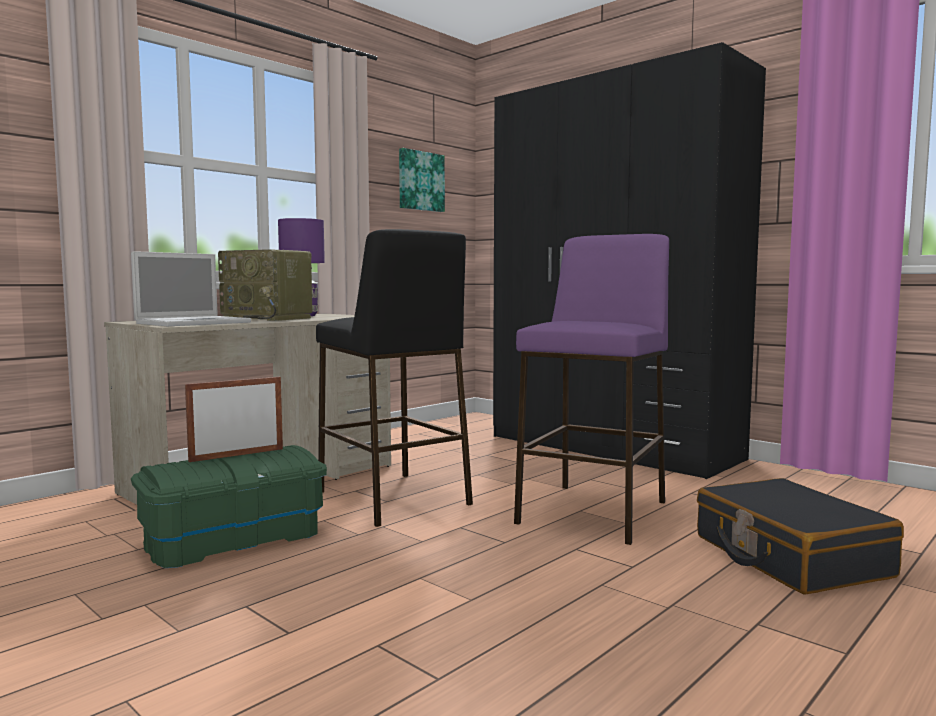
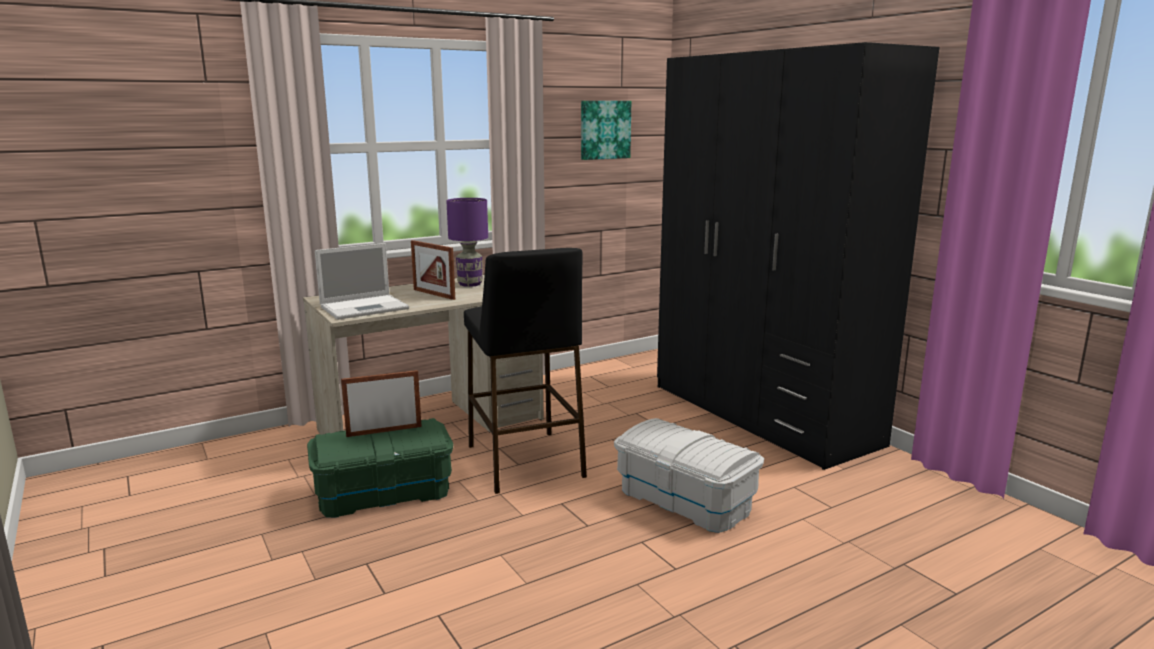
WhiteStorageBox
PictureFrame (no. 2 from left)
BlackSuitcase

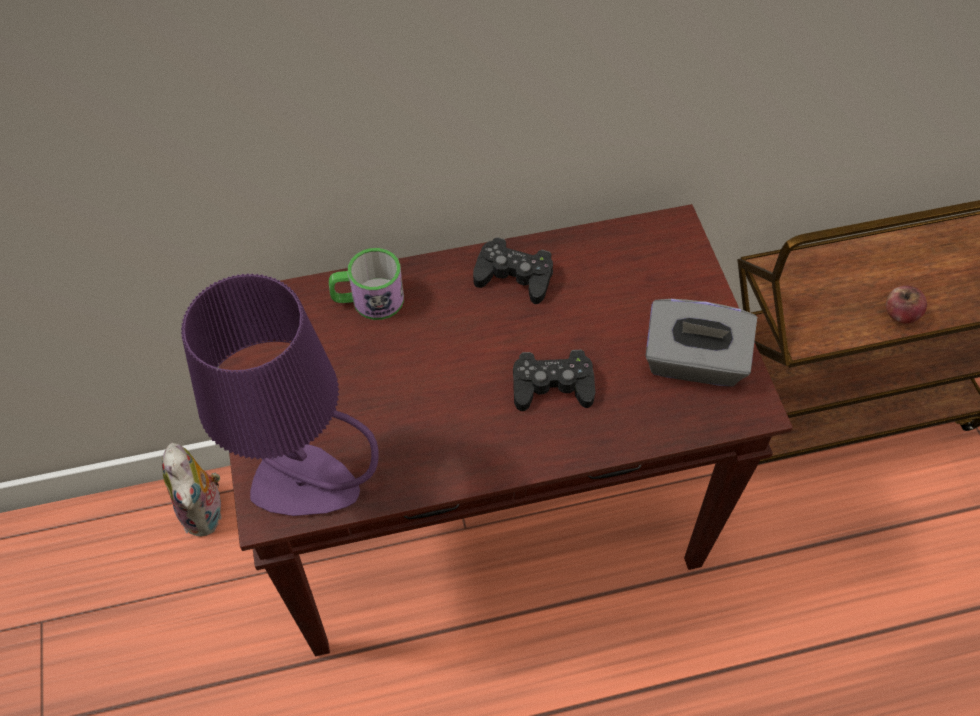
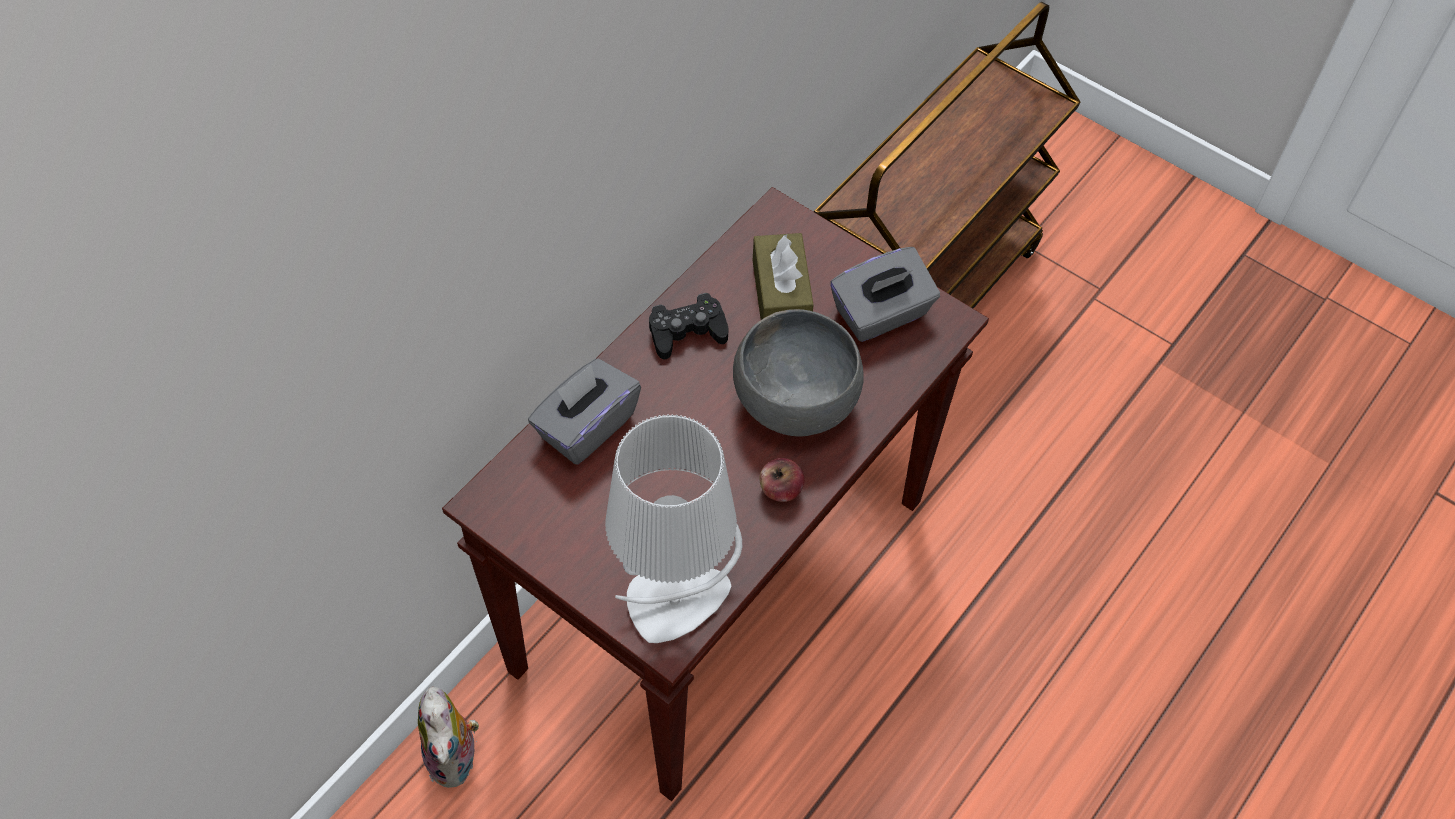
GreyTissueBox (no. 1 from left)
GreyTableLamp
Apple
GreyBowl
PlushToy
BrownTissueBox

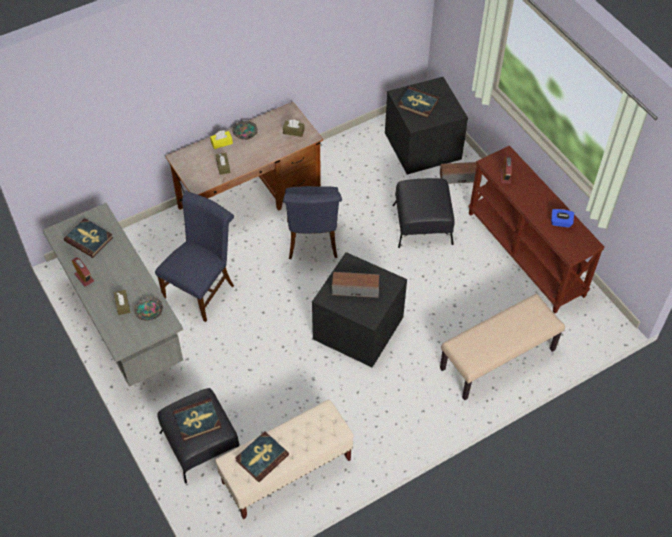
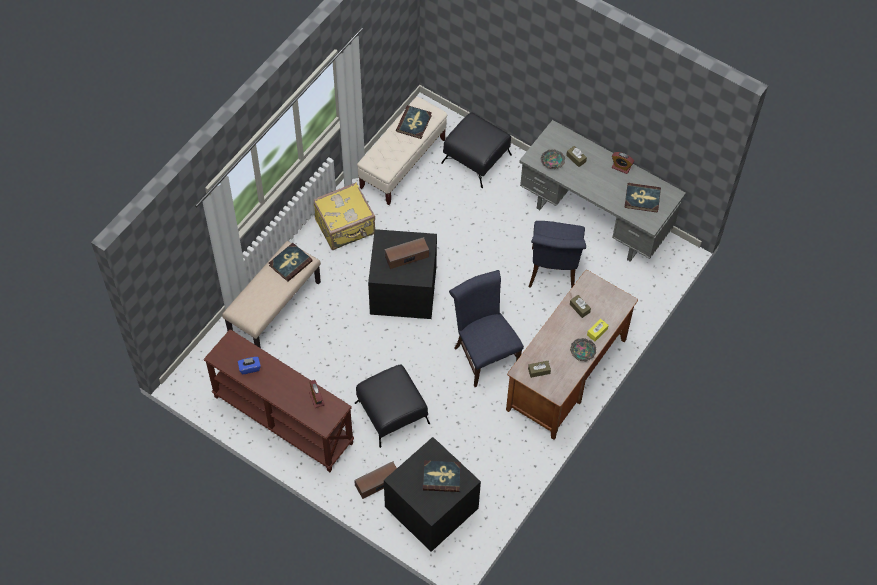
Book (no. 1 from left)
YellowSuitcase

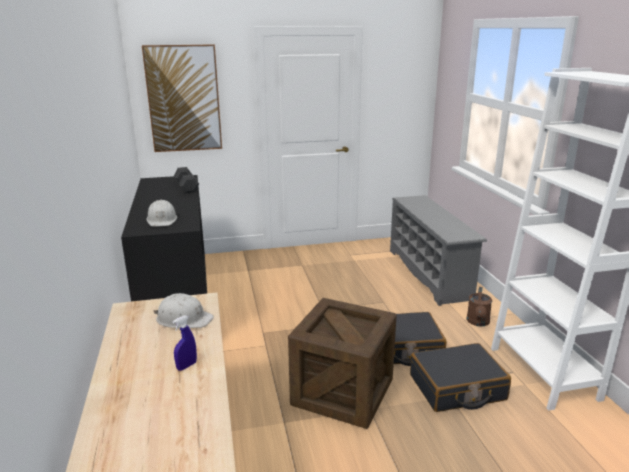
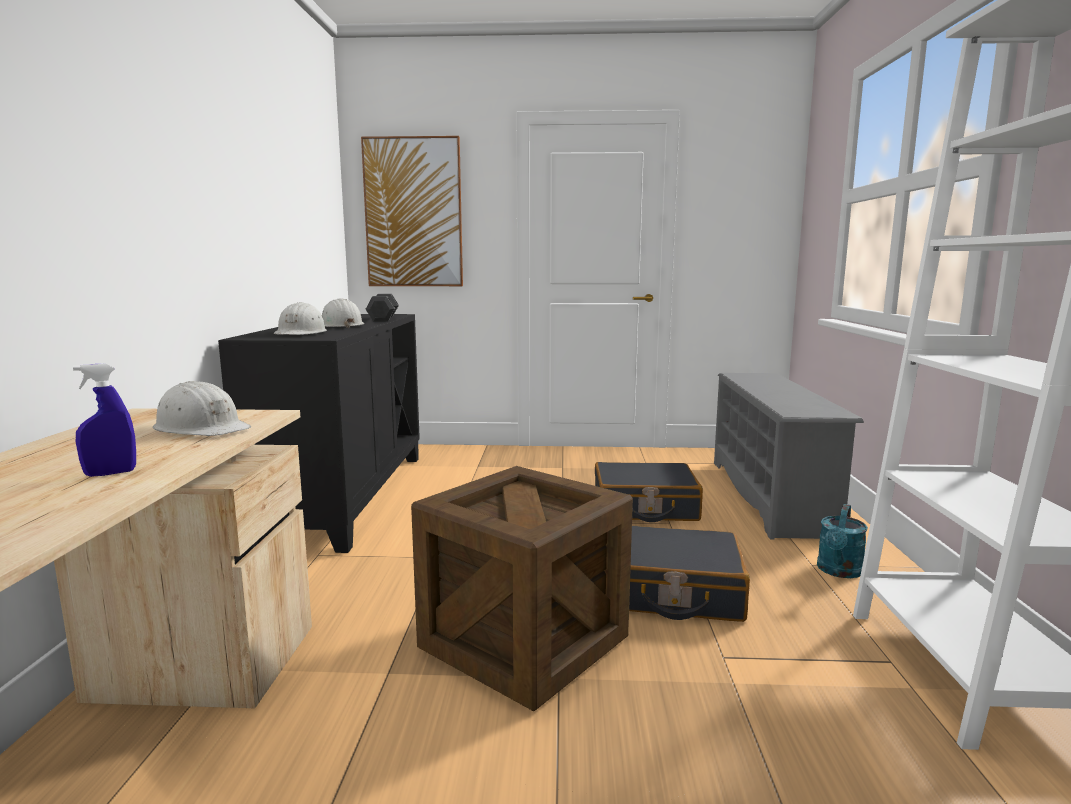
TurquoiseWateringCan
BlackSuitcase (no. 1 from left)
WhiteHardHat (no. 3 from left)

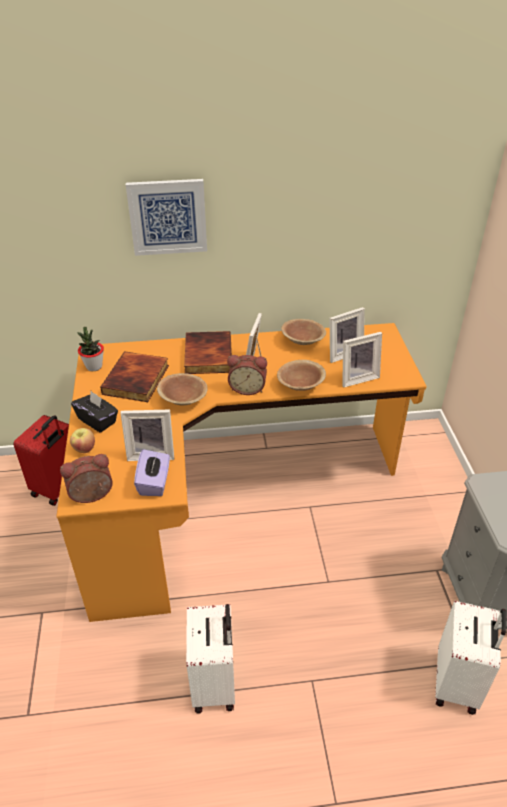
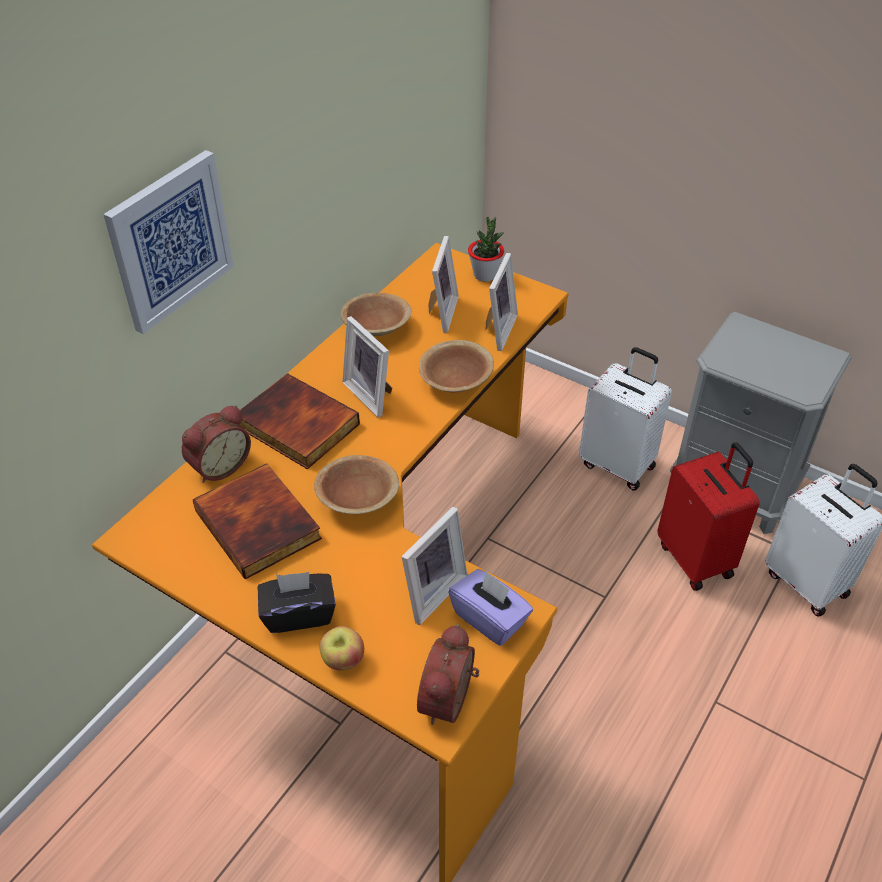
PottedPlant
AlarmClock (no. 1 from left)
RedSuitcase
WhiteSuitcase (no. 1 from left)

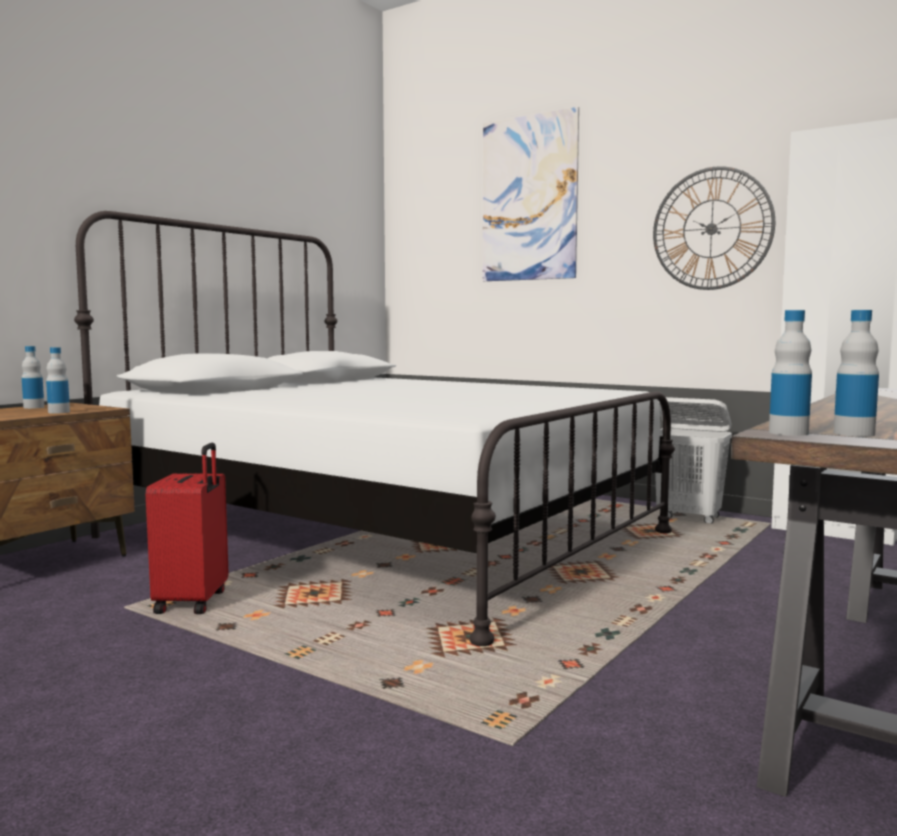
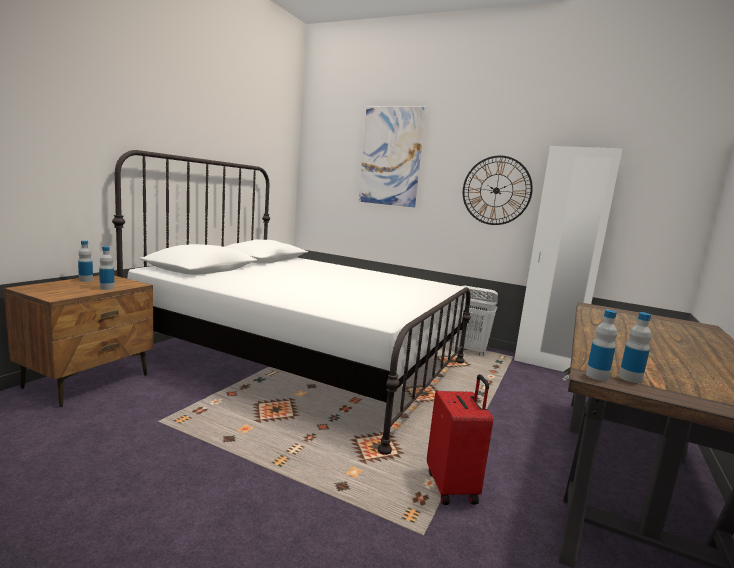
RedSuitcase

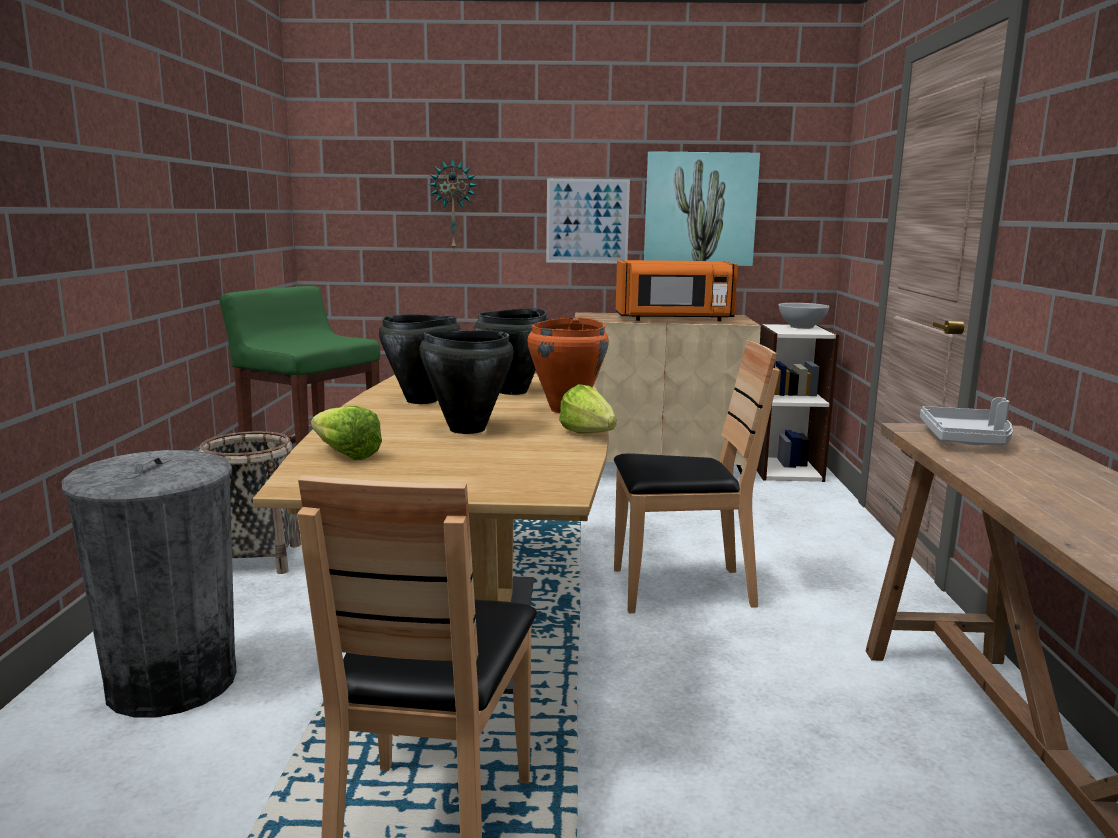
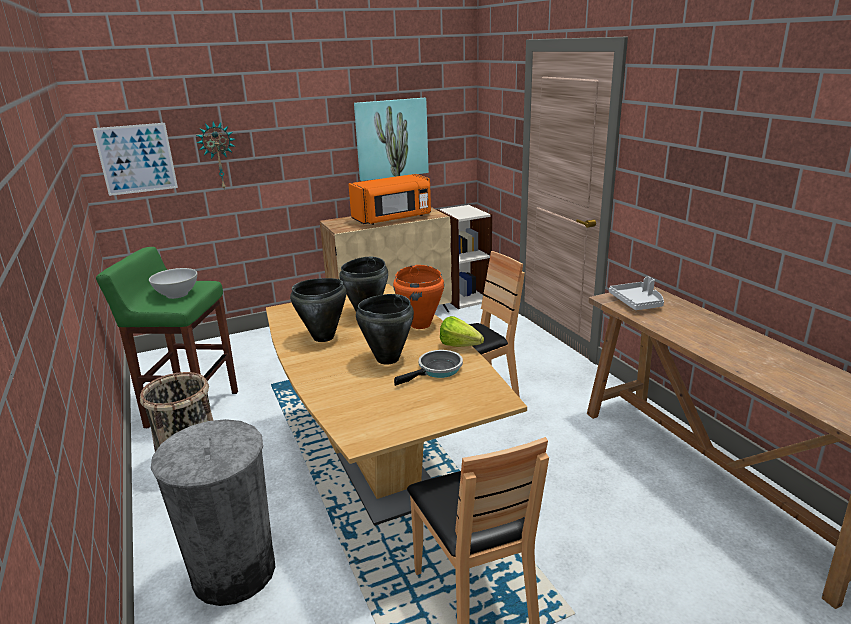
Picture (no. 1 from left)
WhiteBowl
Lettuce (no. 1 from left in the first image)
FryingPan

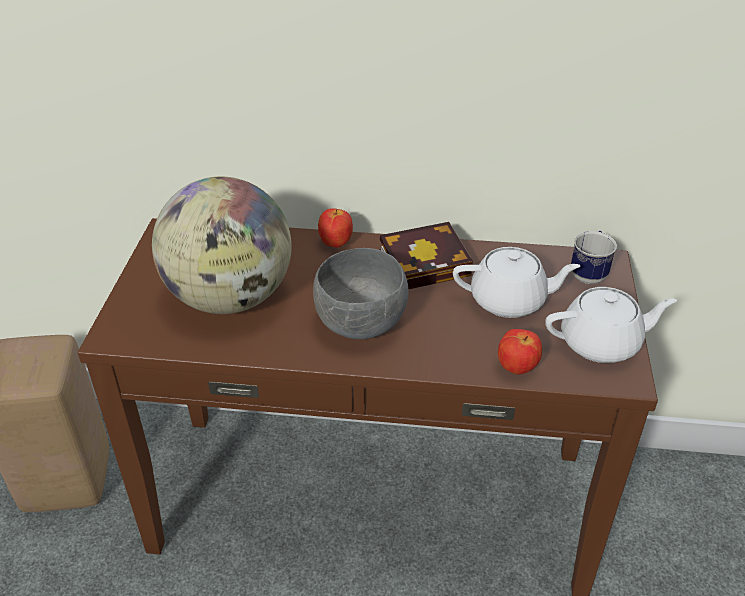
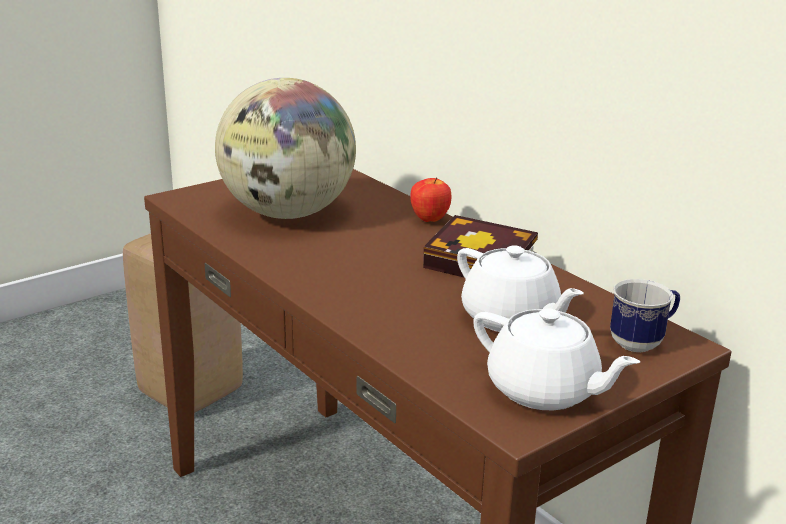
GreyBowl
Apple (no. 2 from left in the first image)

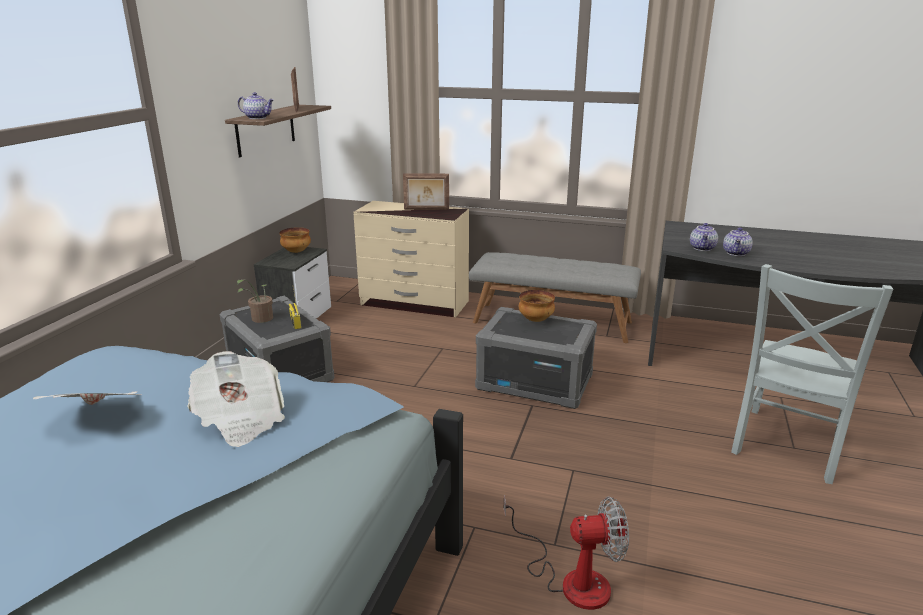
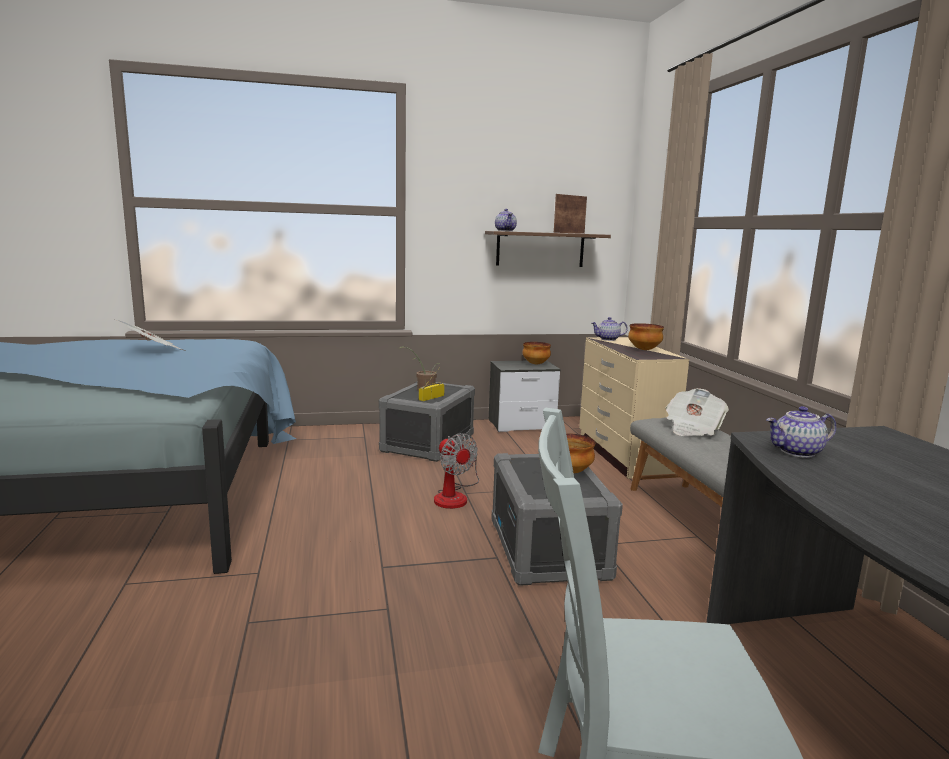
Bowl (no. 3 from left)
Teapot (no. 2 from left)
Newspaper (no. 2 from left)
Fan

